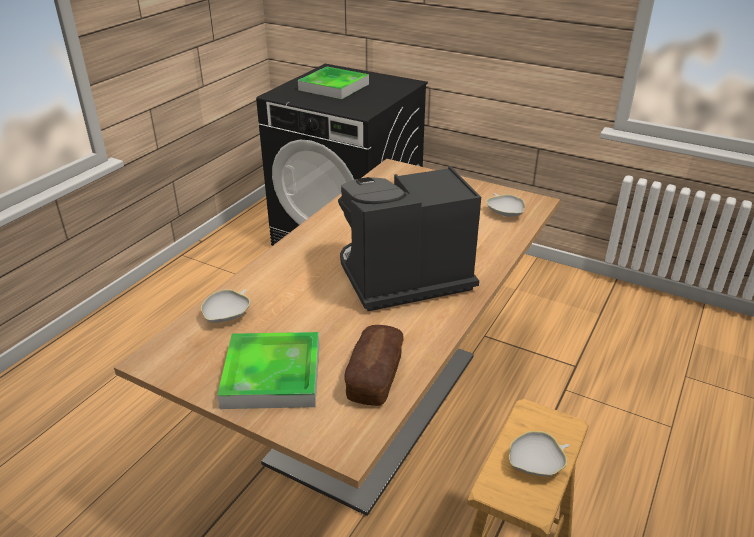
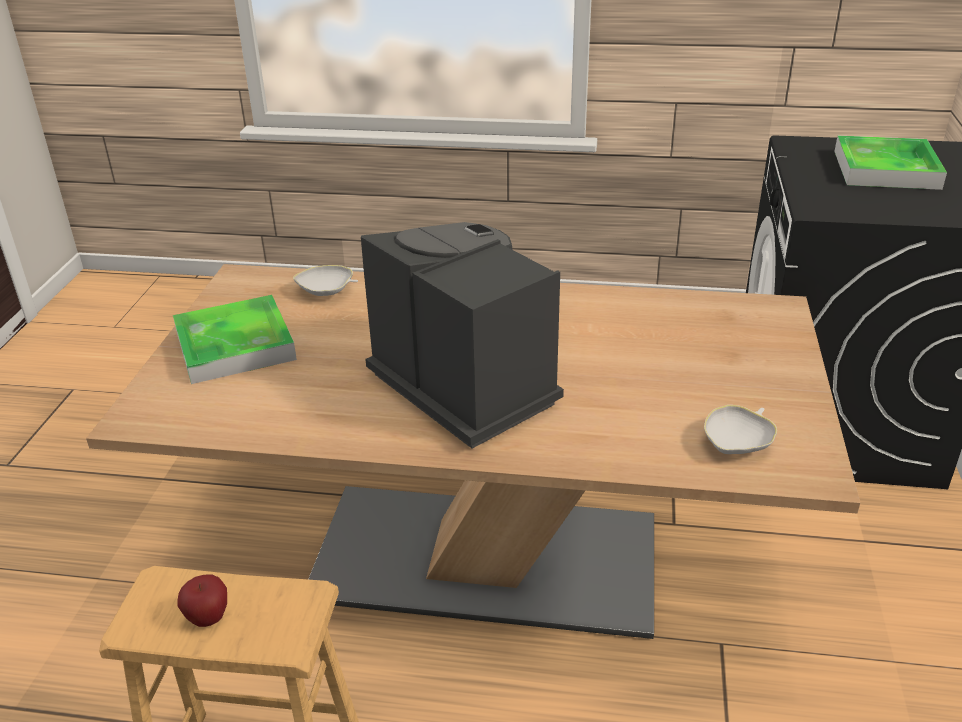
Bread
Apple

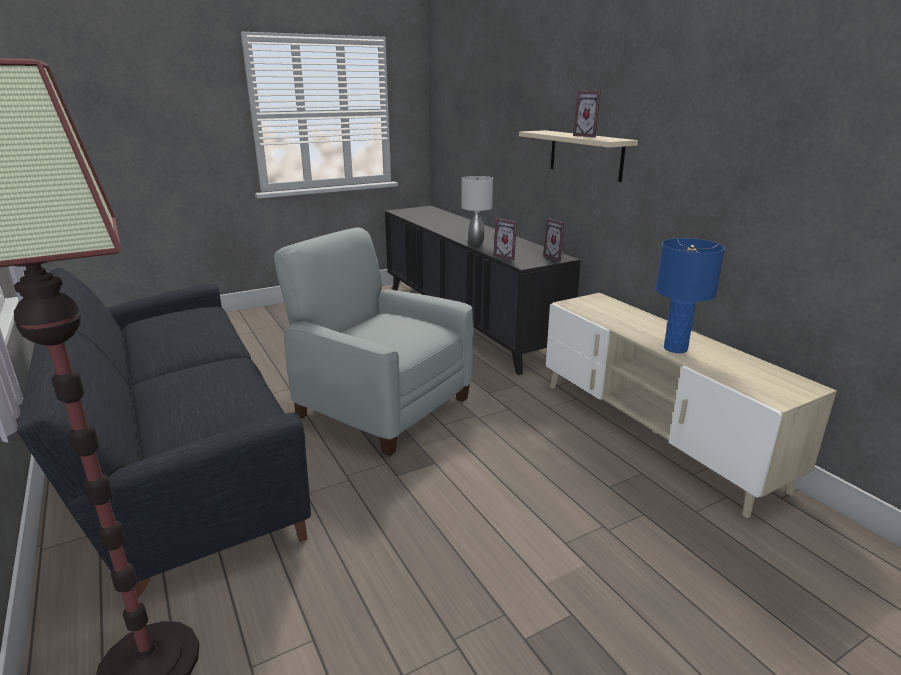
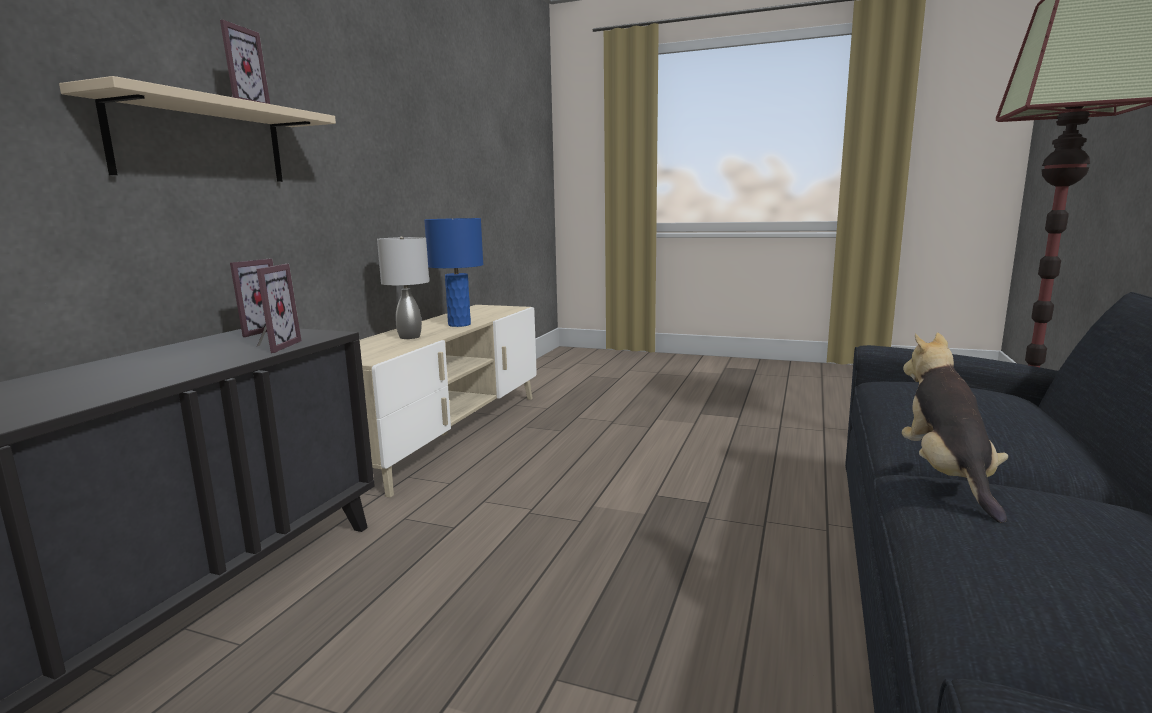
GreyTableLamp
GreyArmchair
PlushToy

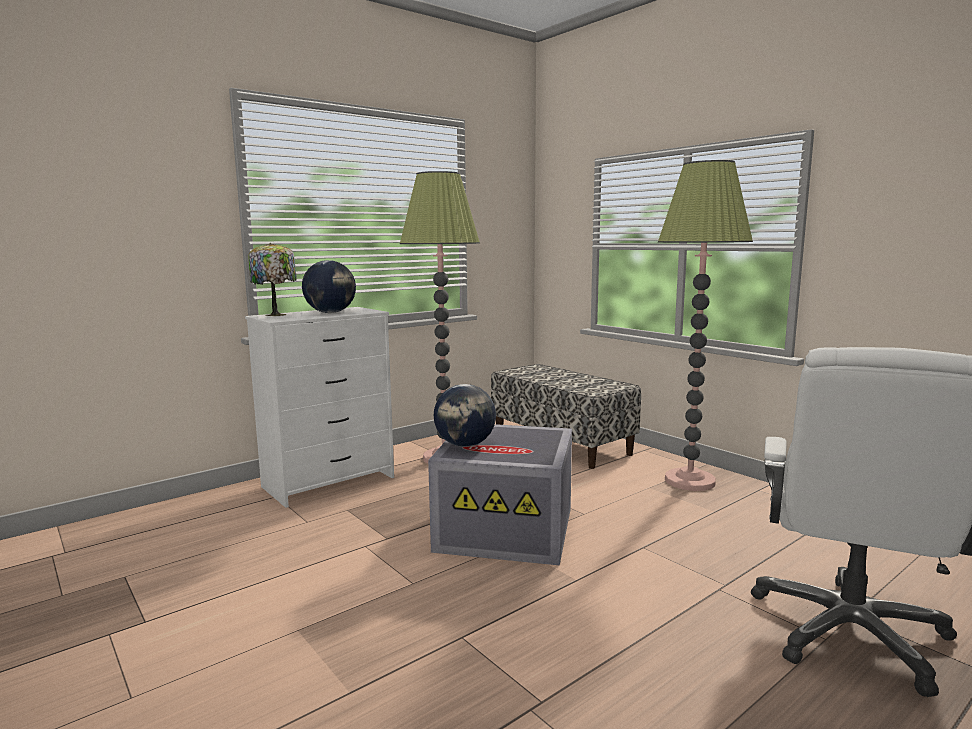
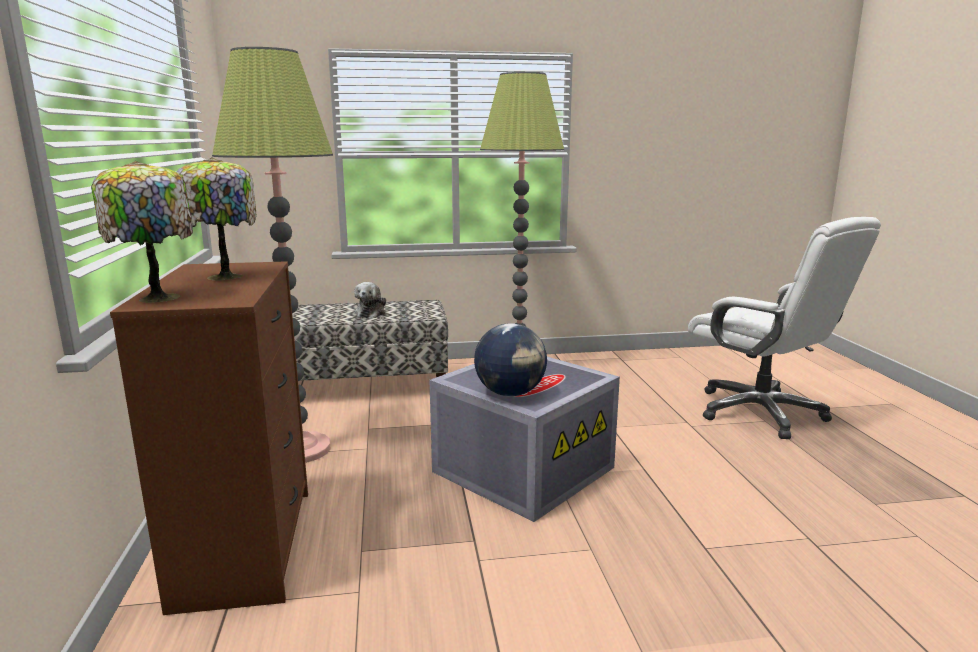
TableLamp (no. 2 from left)
BrownDresser
PlushToy

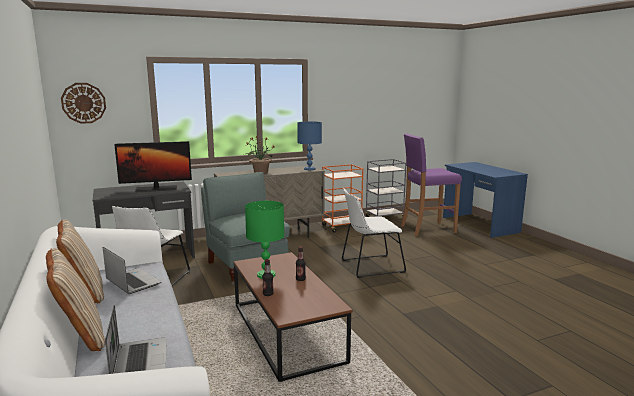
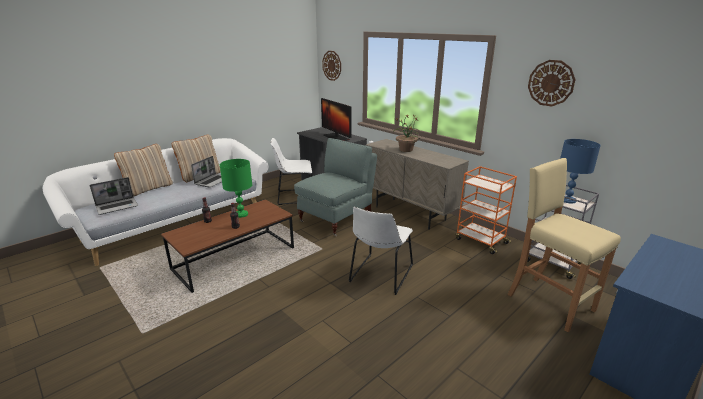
BlueTableLamp
BeigeStool
WhiteChair (no. 2 from left)
WallClock (no. 2 from left)

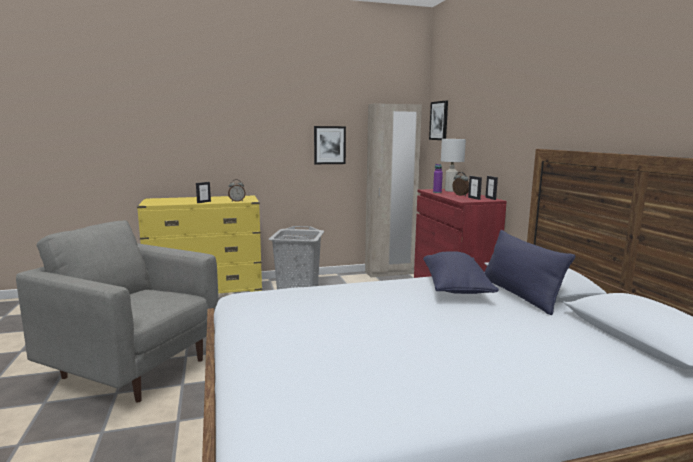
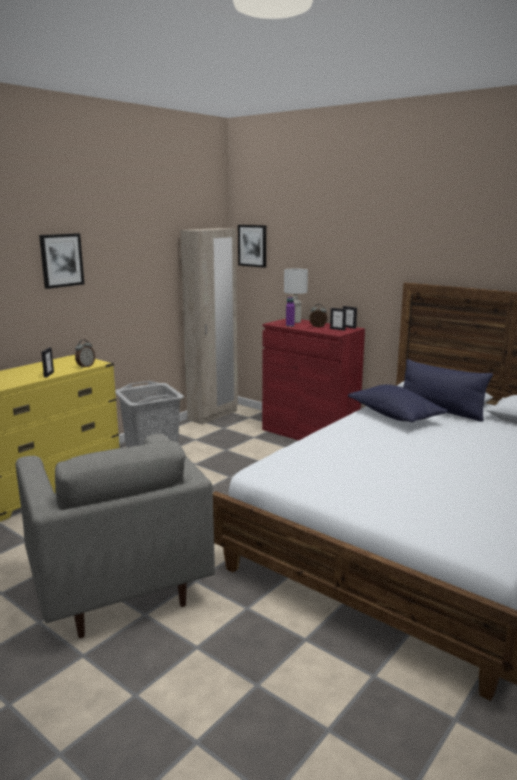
Picture (no. 1 from left)
GreyArmchair

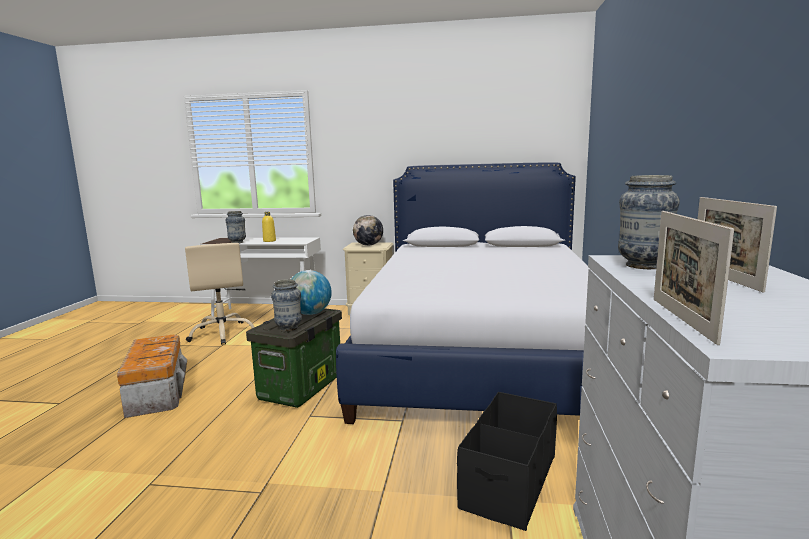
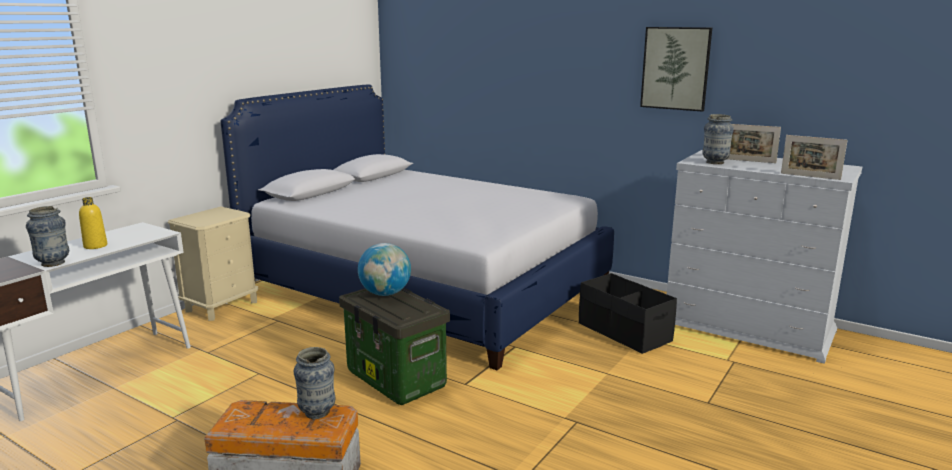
Globe (no. 2 from left in the first image)
BeigeOfficeChair
Vase (no. 2 from left)
Picture

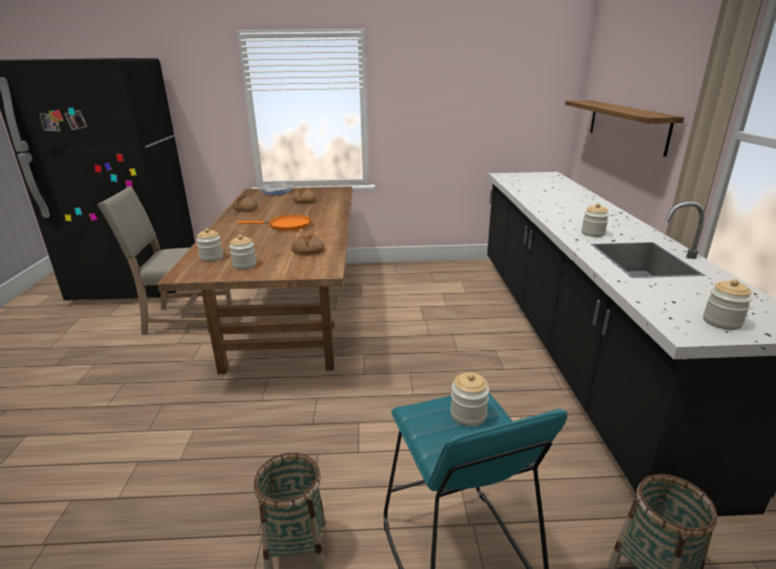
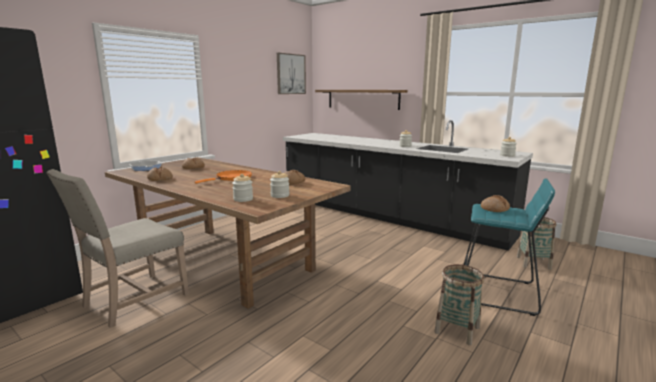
Bread (no. 4 from left)
Picture

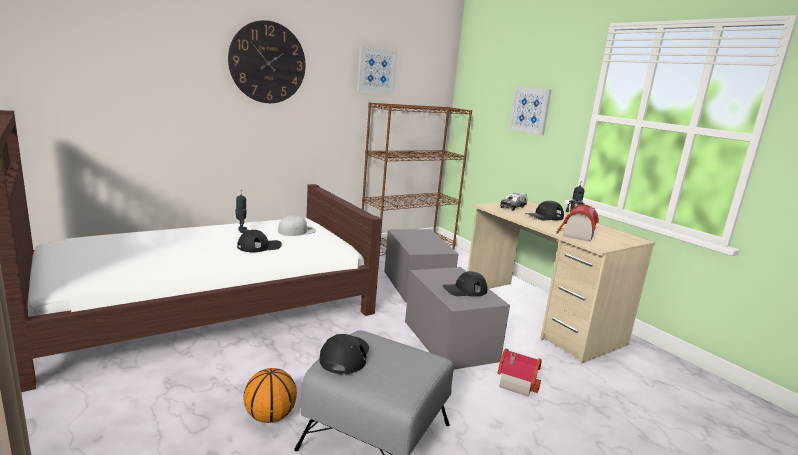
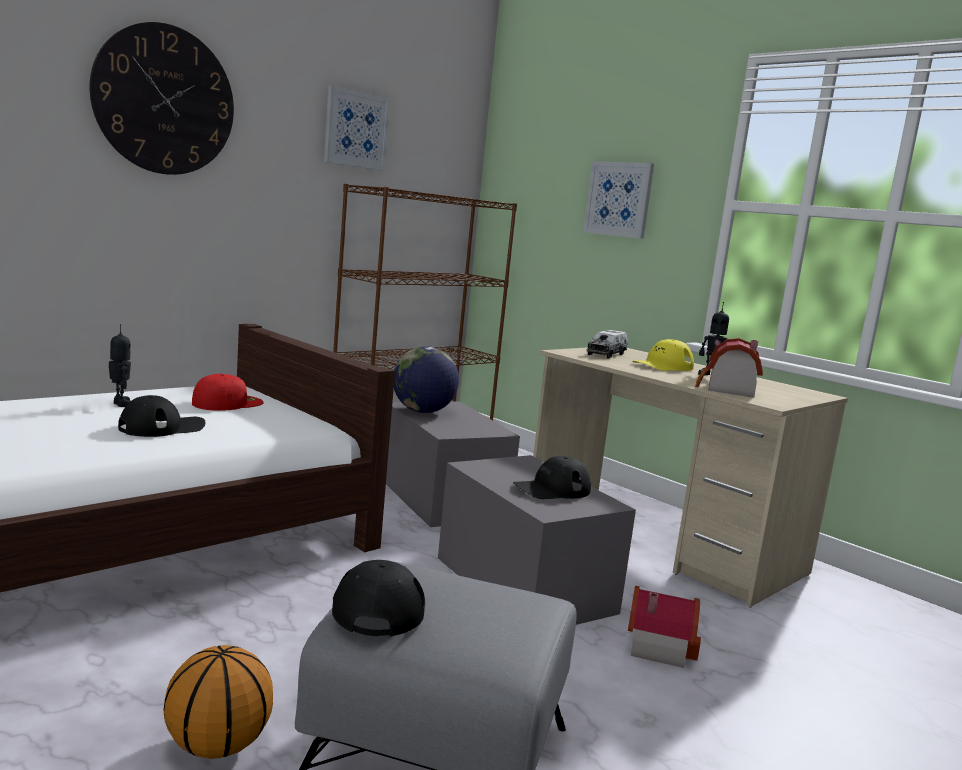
YellowCap
RedCap
Globe

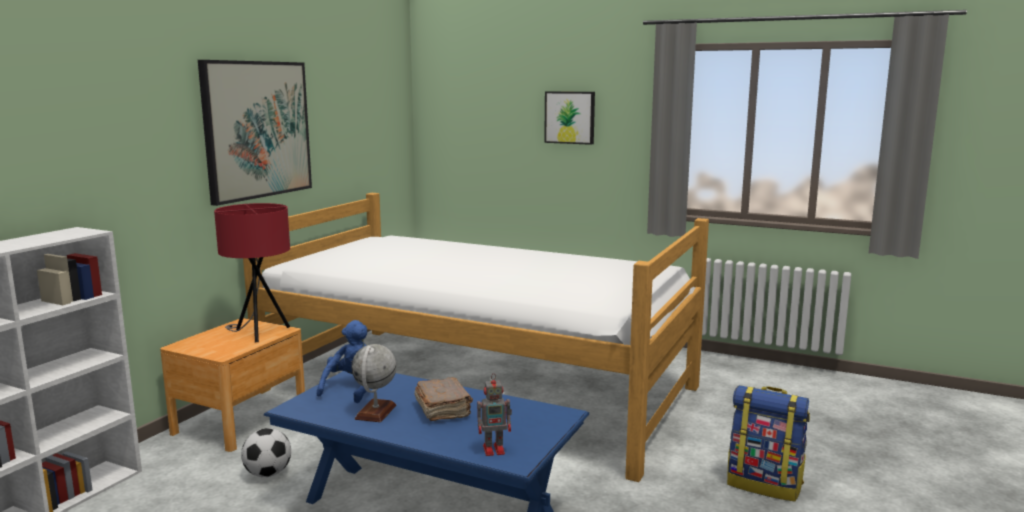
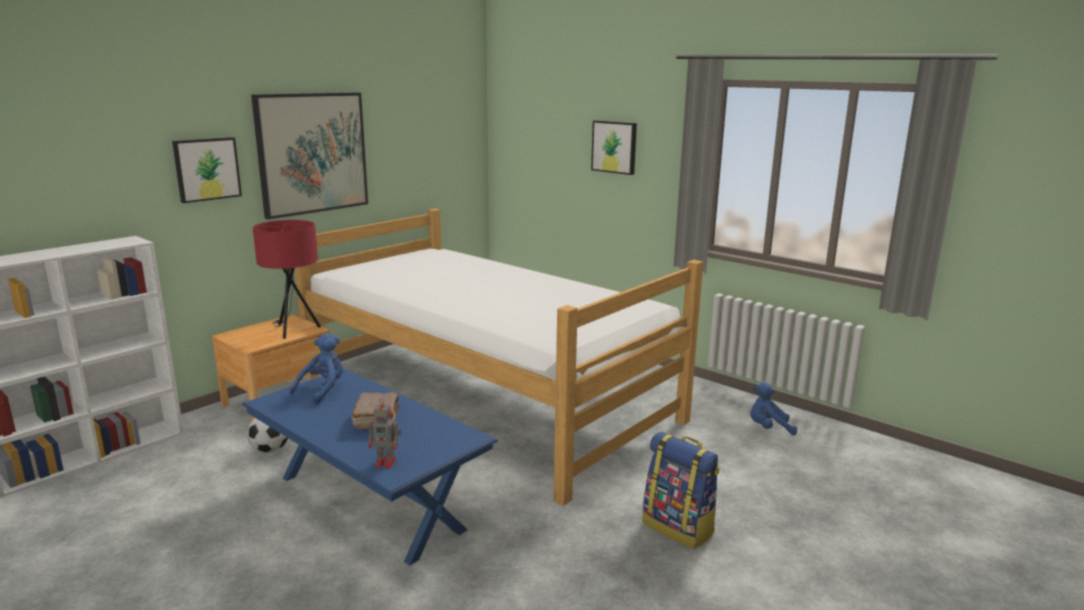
Globe
Picture (no. 1 from left)
BluePlushToy (no. 2 from left)

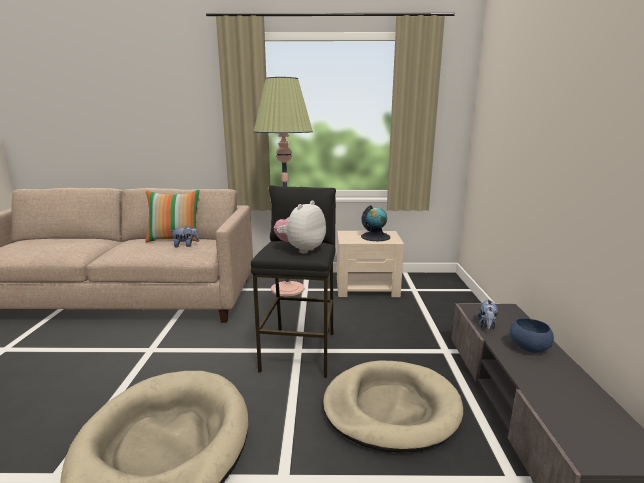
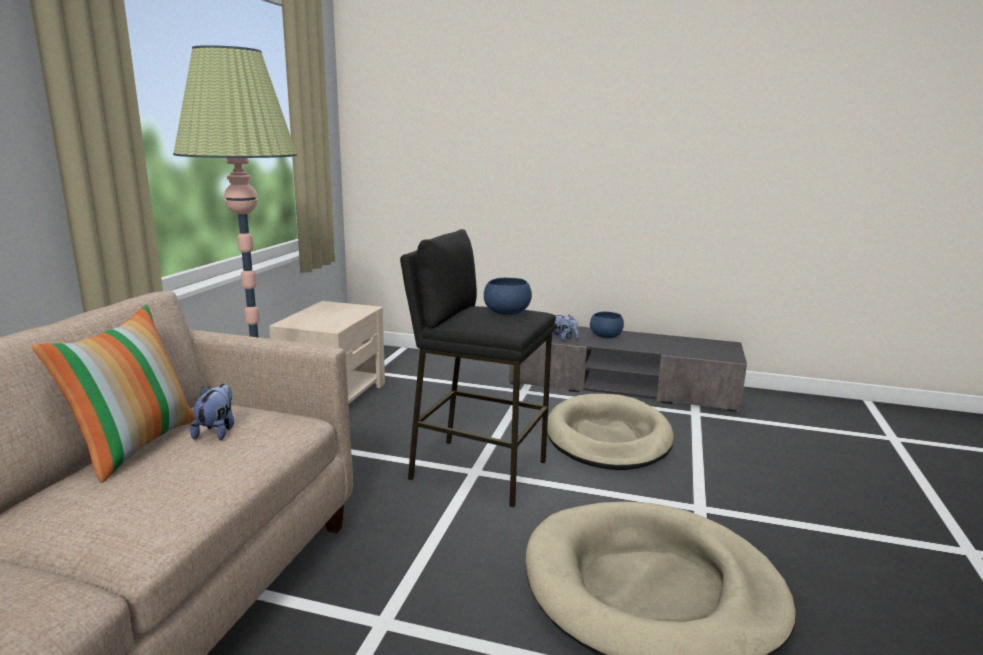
BlueBowl (no. 1 from left)
Globe

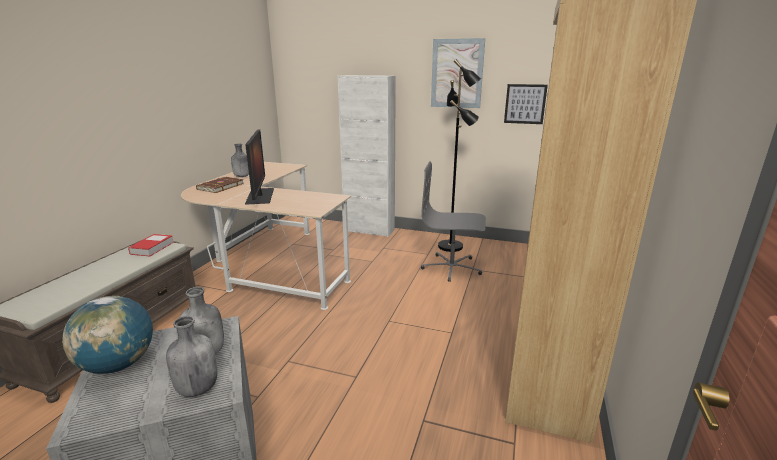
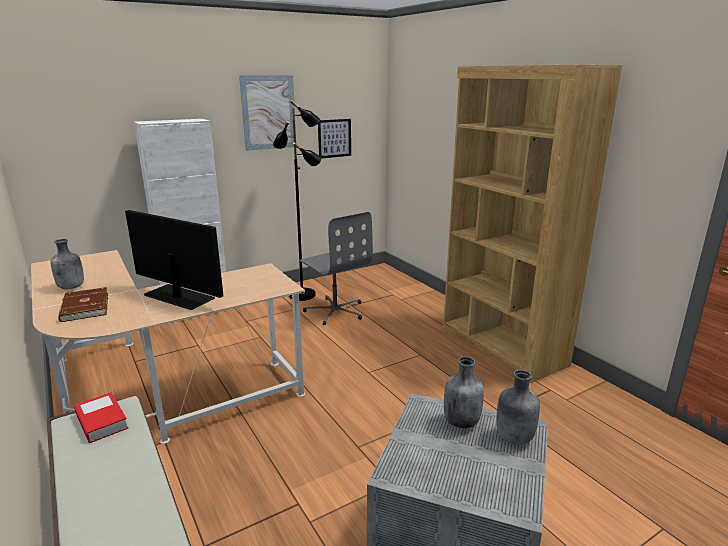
GreyOfficeChair
Globe

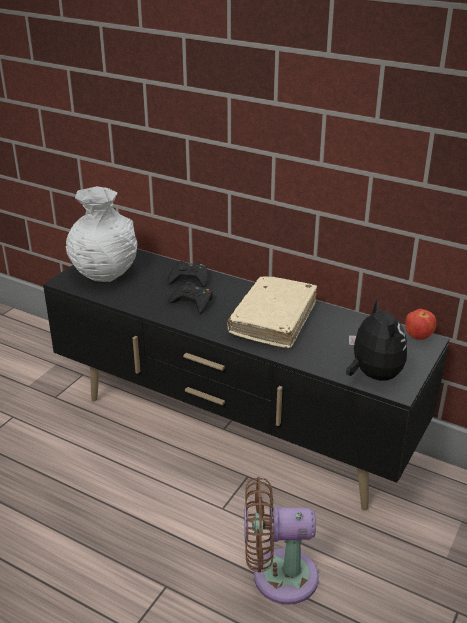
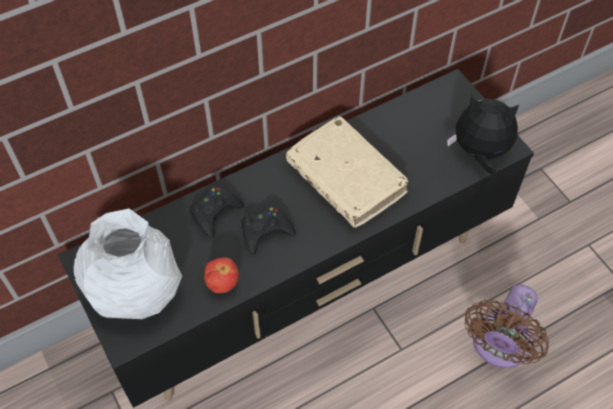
Apple

